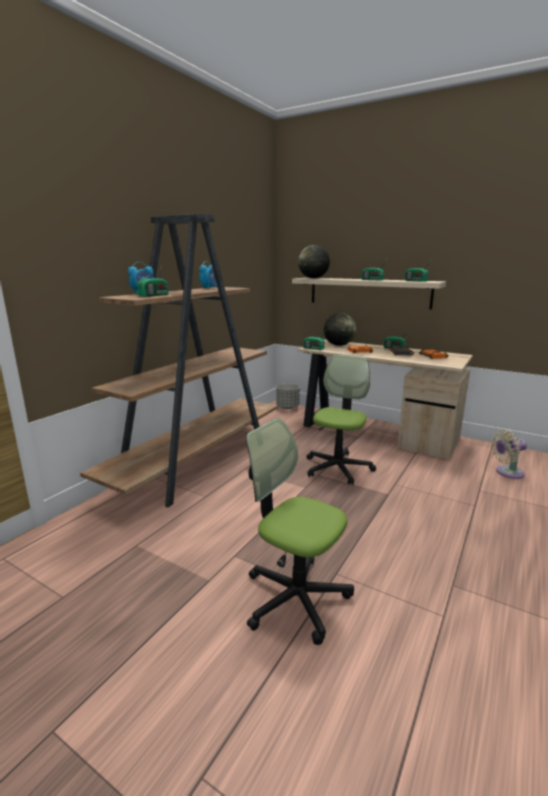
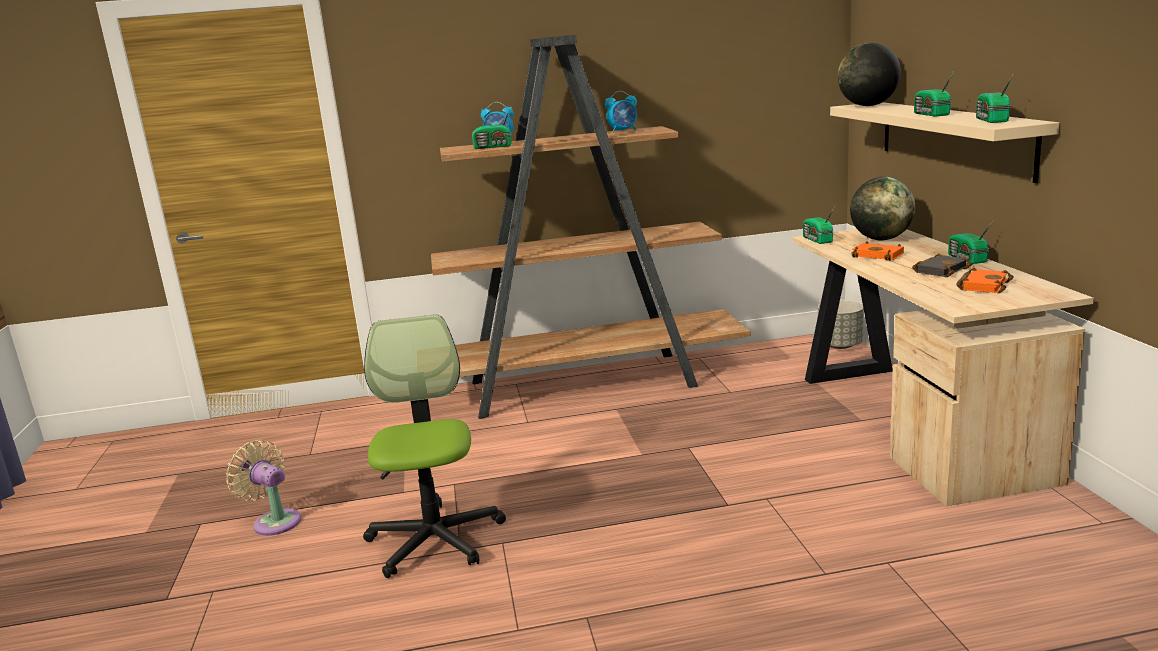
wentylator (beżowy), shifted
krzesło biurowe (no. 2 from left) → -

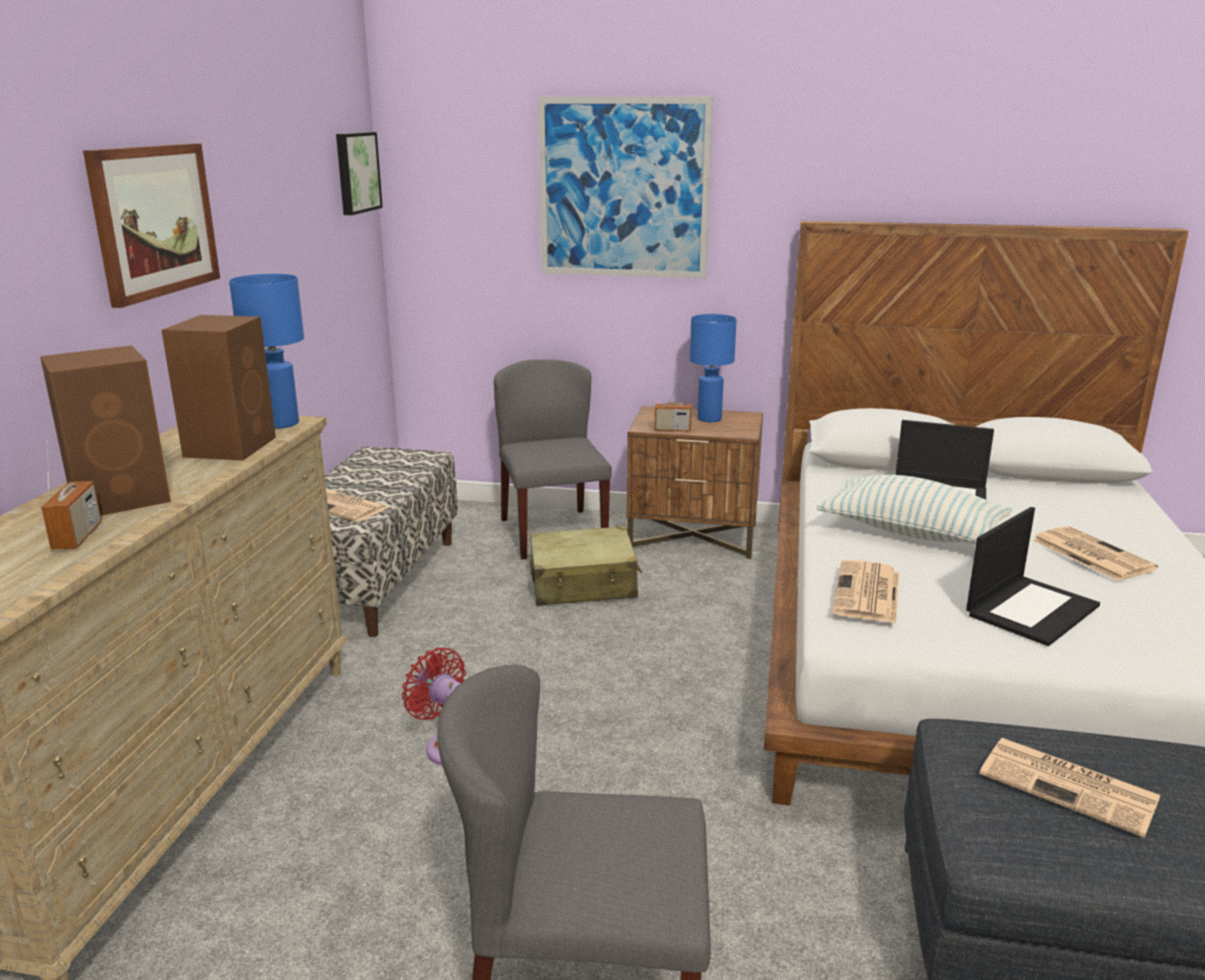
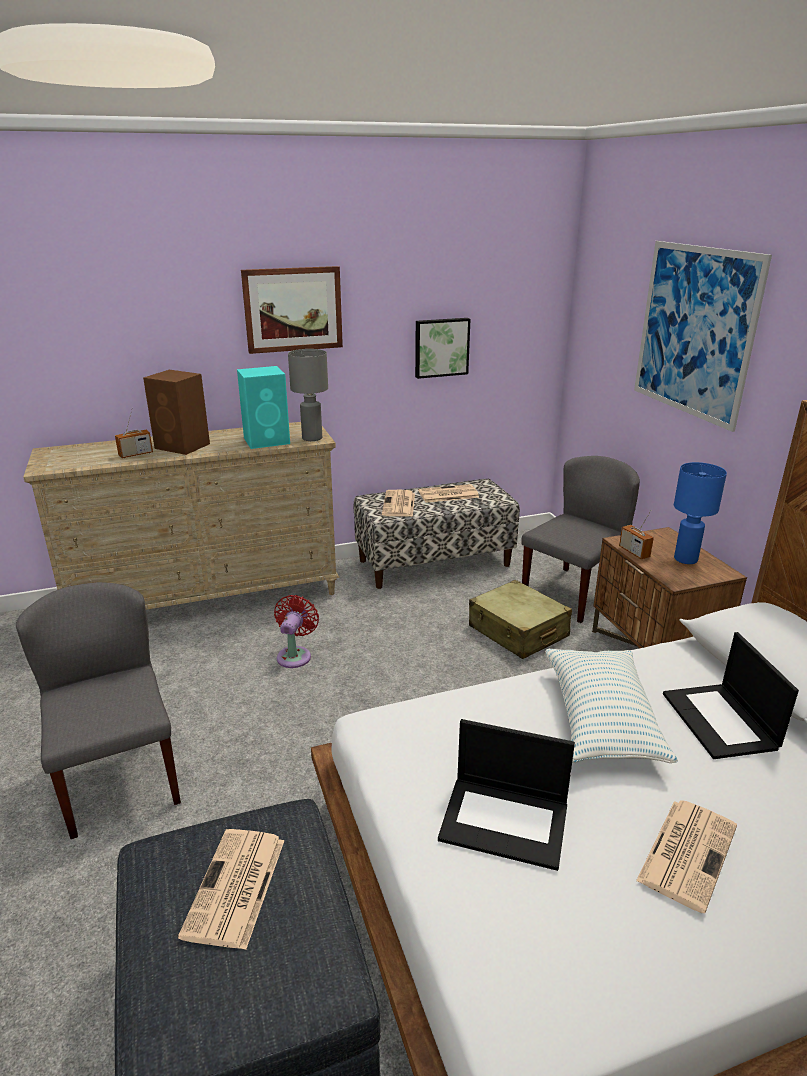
głośnik (brązowy) (no. 2 from left) → głośnik (turkusowy)
lampa stołowa (niebieski) (no. 1 from left) → lampa stołowa (szary)
obraz (no. 2 from left), shifted
gazeta (no. 2 from left in the first image) → gazeta (no. 3 from left), shifted

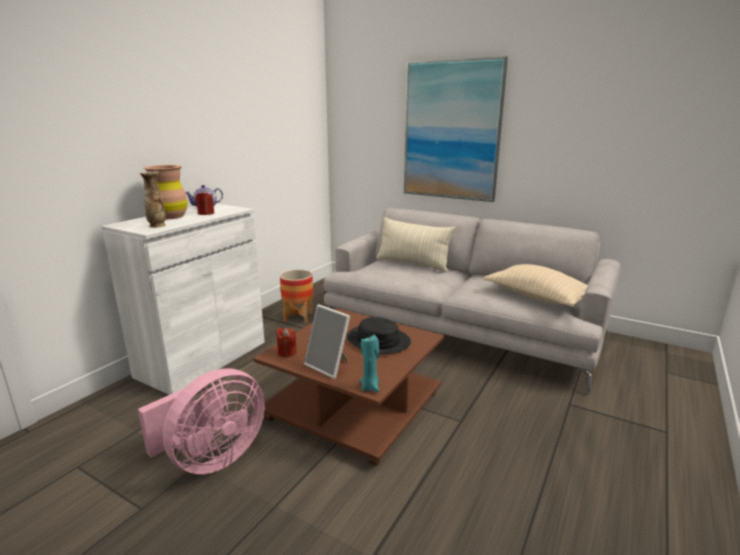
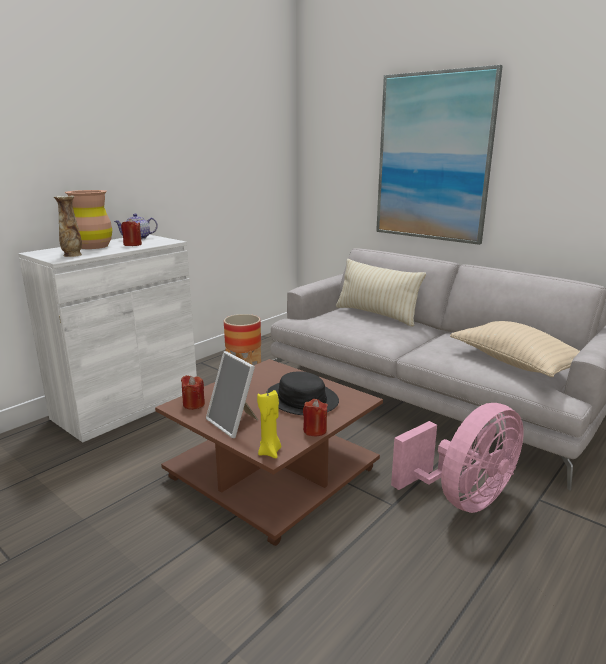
świeca (turkusowy) → świeca (żółty)
- → świeca (czerwony) (no. 3 from left)
wentylator (różowy), shifted

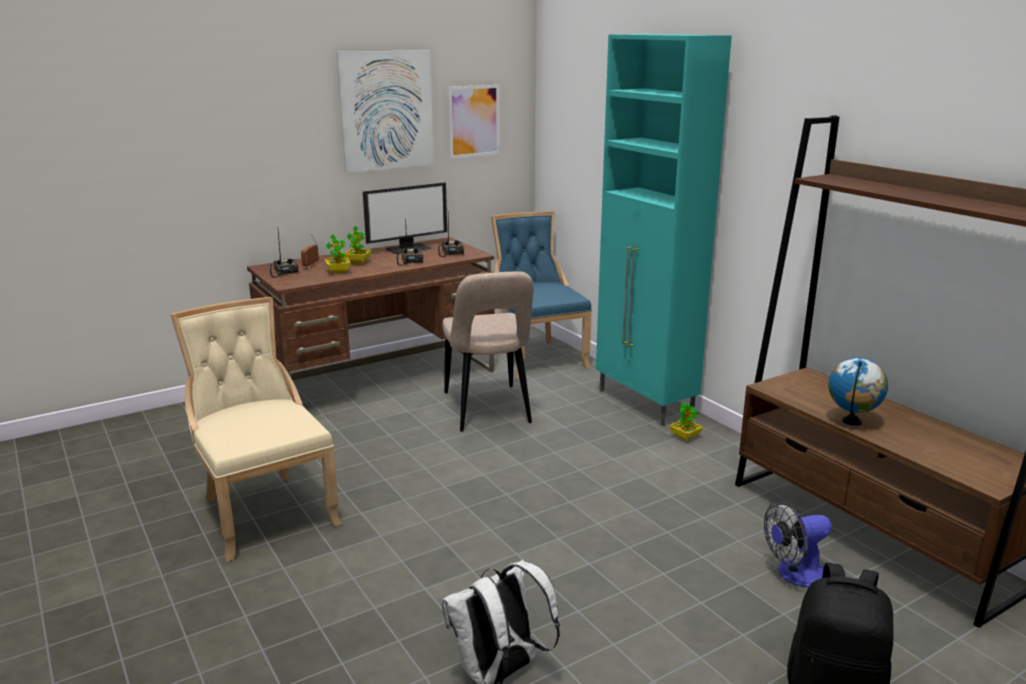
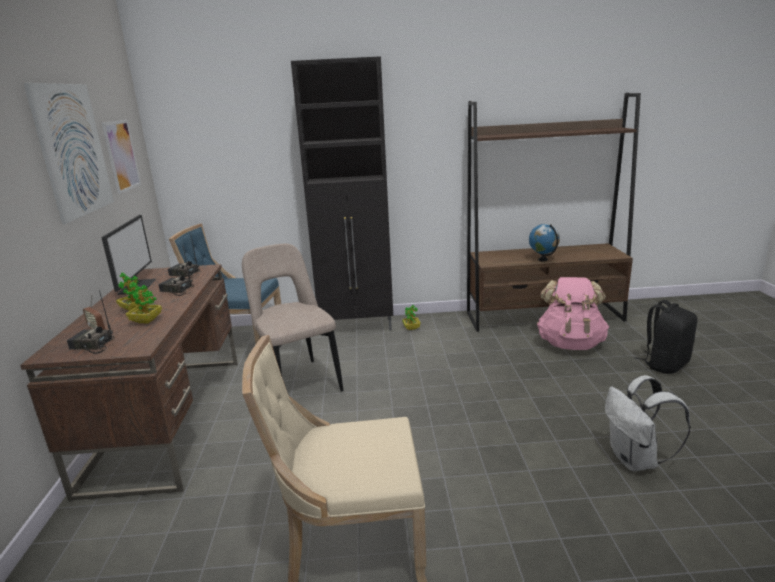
krzesło (beżowy) (no. 2 from left in the first image) → krzesło (beżowy) (no. 1 from left), 135 degrees counterclockwise
szafka (turkusowy) → szafka (czarny)
wentylator → plecak (różowy)

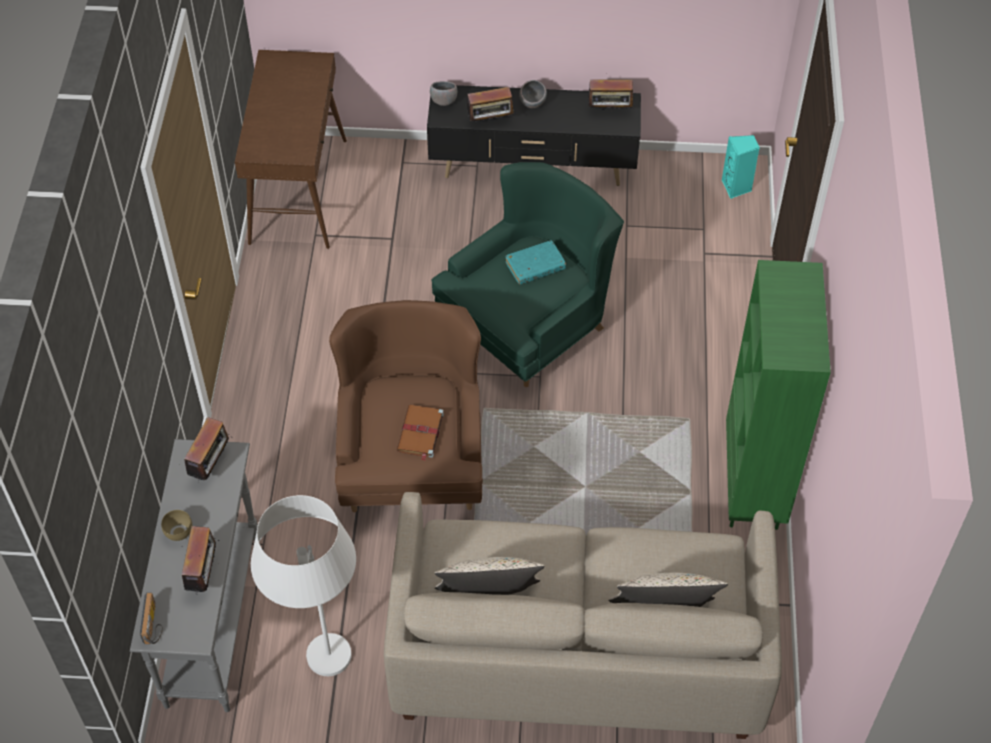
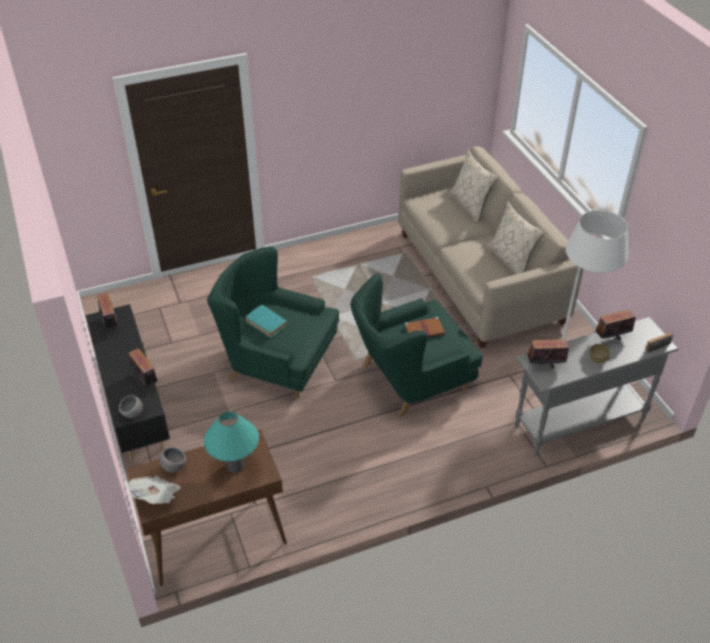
- → gazeta
miska (szary) (no. 2 from left), shifted
- → lampa stołowa (turkusowy)
fotel (brązowy) → fotel (zielony) (no. 2 from left)
głośnik (turkusowy) → -
regał (zielony) → -

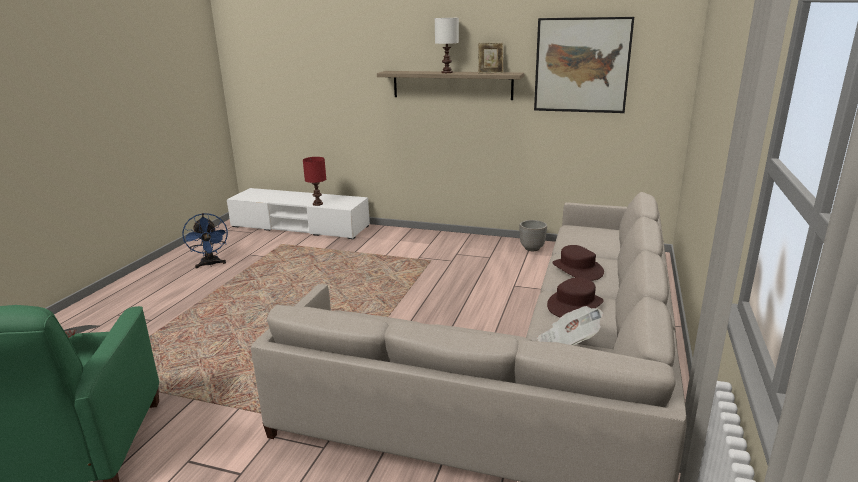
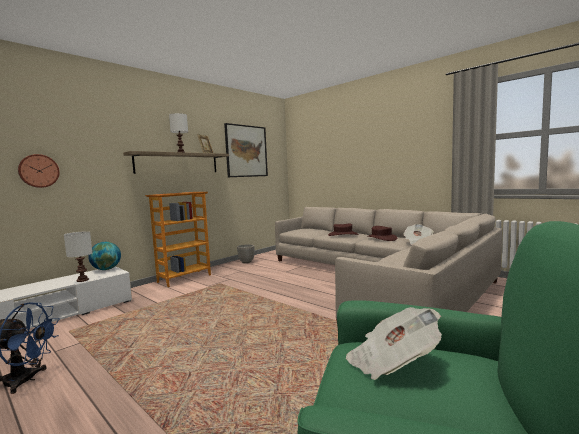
- → zegar ścienny
lampa stołowa (czerwony) → lampa stołowa (biały) (no. 1 from left)
- → globus
- → regał

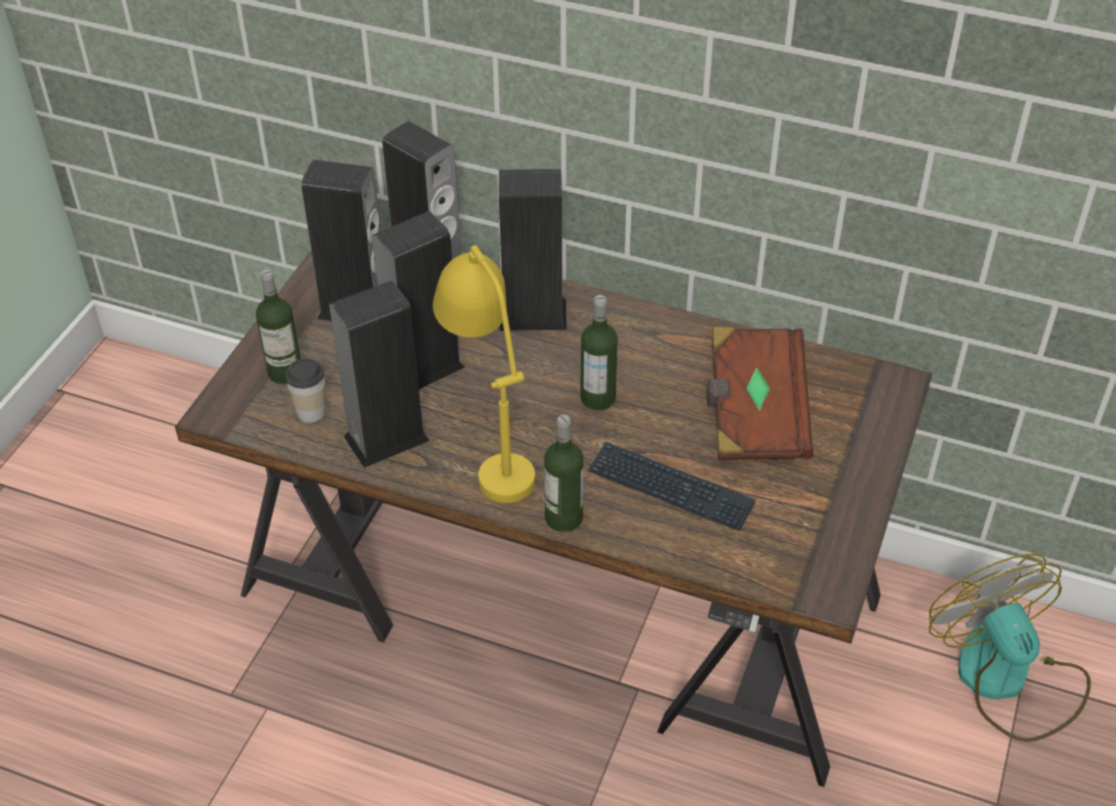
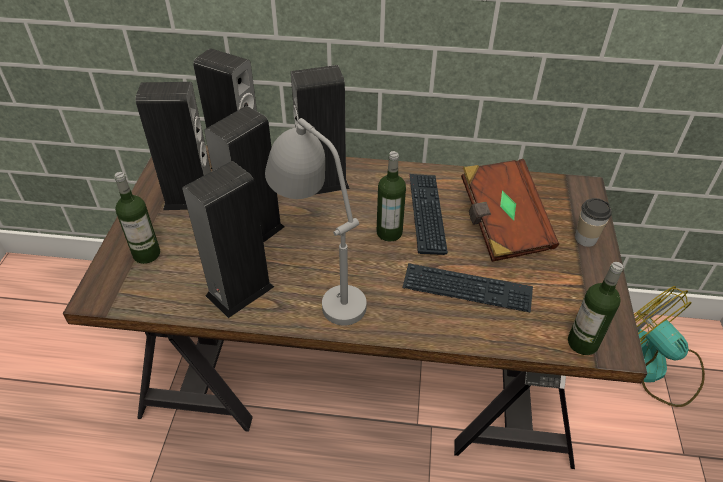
lampa stołowa (żółty) → lampa stołowa (szary)
- → klawiatura (no. 1 from left)
butelka (no. 2 from left in the first image) → butelka (no. 3 from left), shifted
filiżanka, shifted

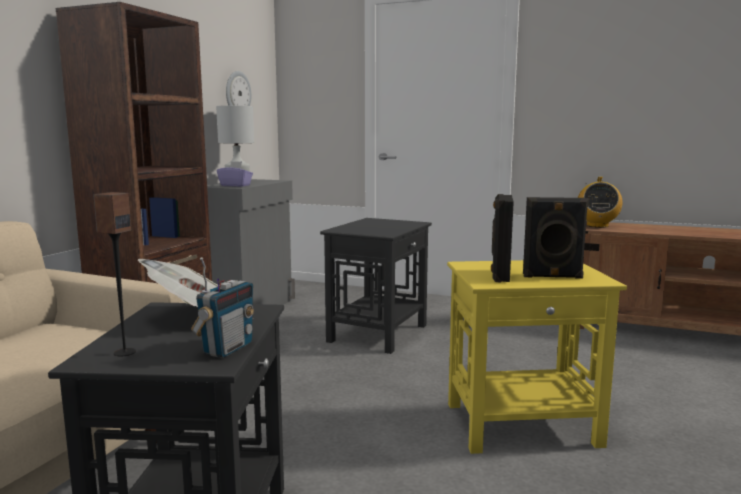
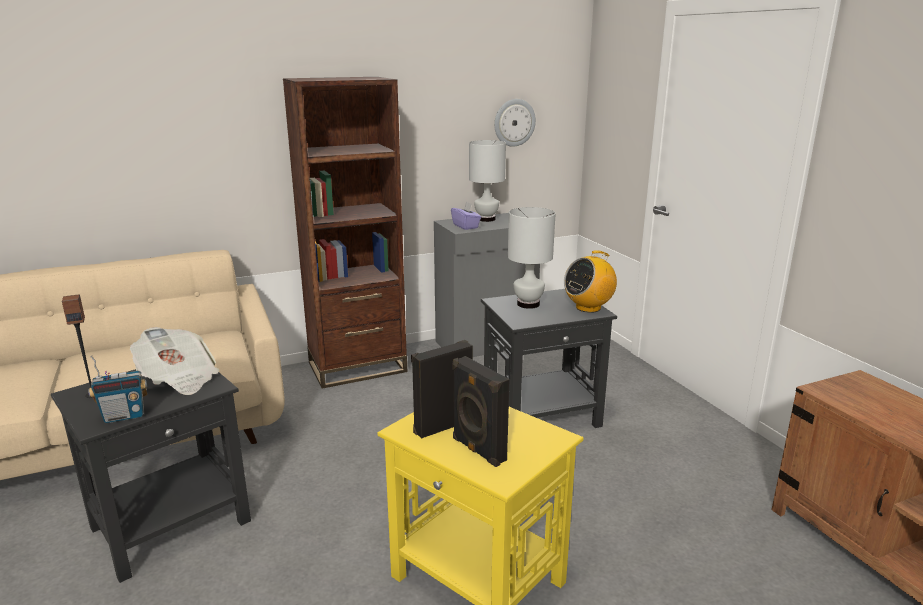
- → lampa stołowa (biały) (no. 2 from left)
radio (no. 2 from left), shifted

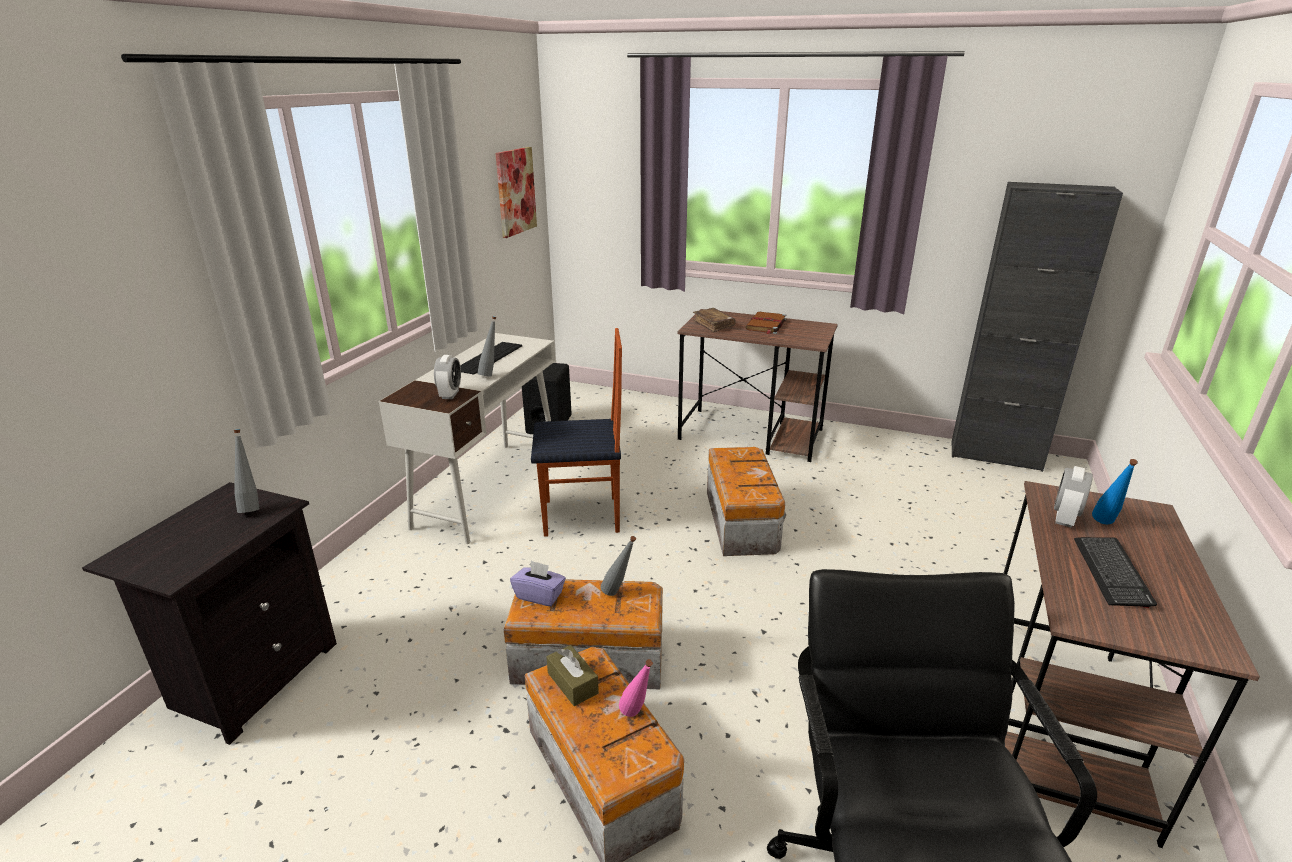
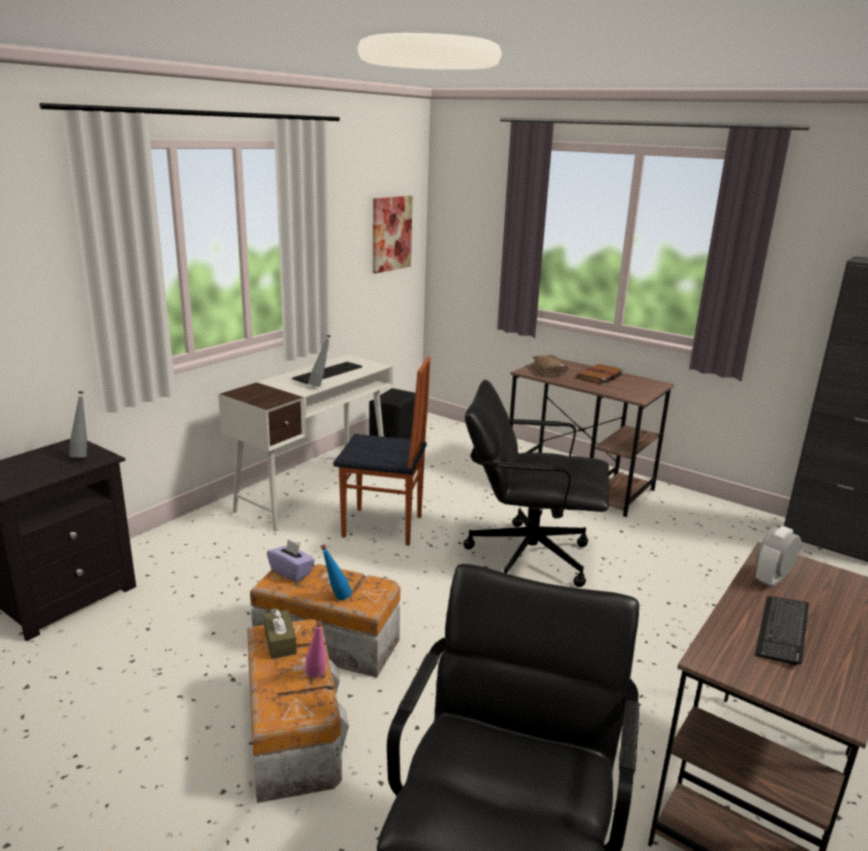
butelka (niebieski), shifted
pojemnik do przechowywania (no. 3 from left) → krzesło biurowe (czarny) (no. 2 from left)
budzik (no. 1 from left) → -
butelka (szary) (no. 3 from left) → -

